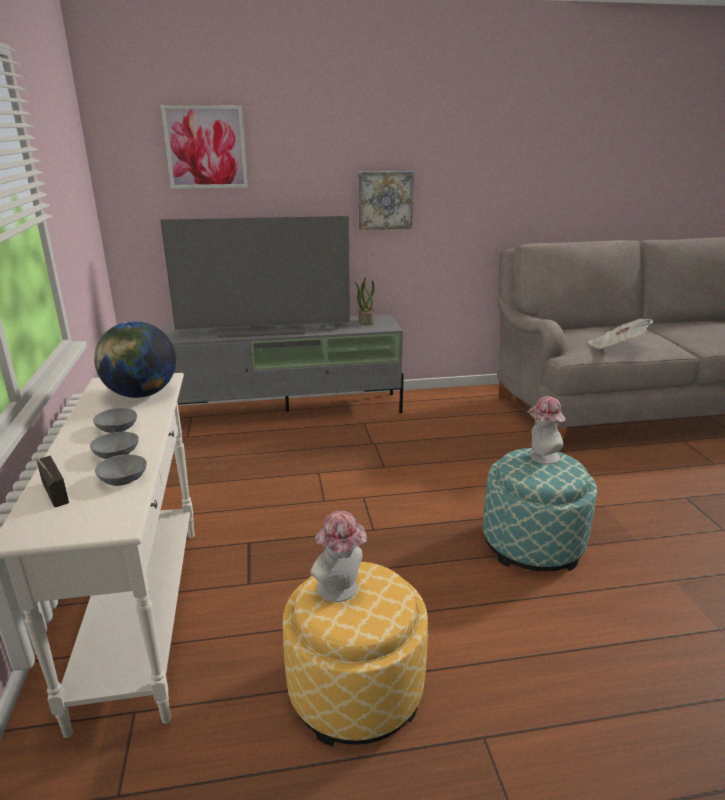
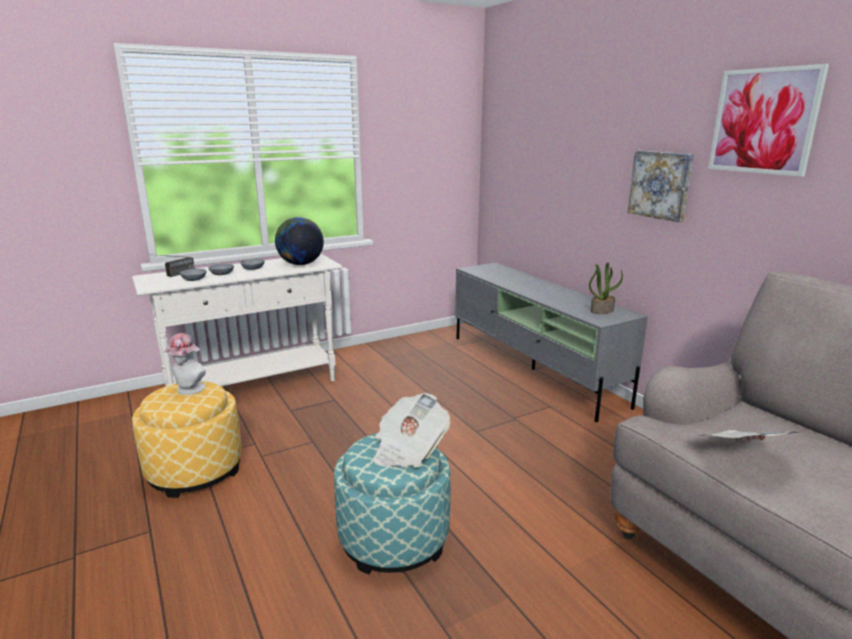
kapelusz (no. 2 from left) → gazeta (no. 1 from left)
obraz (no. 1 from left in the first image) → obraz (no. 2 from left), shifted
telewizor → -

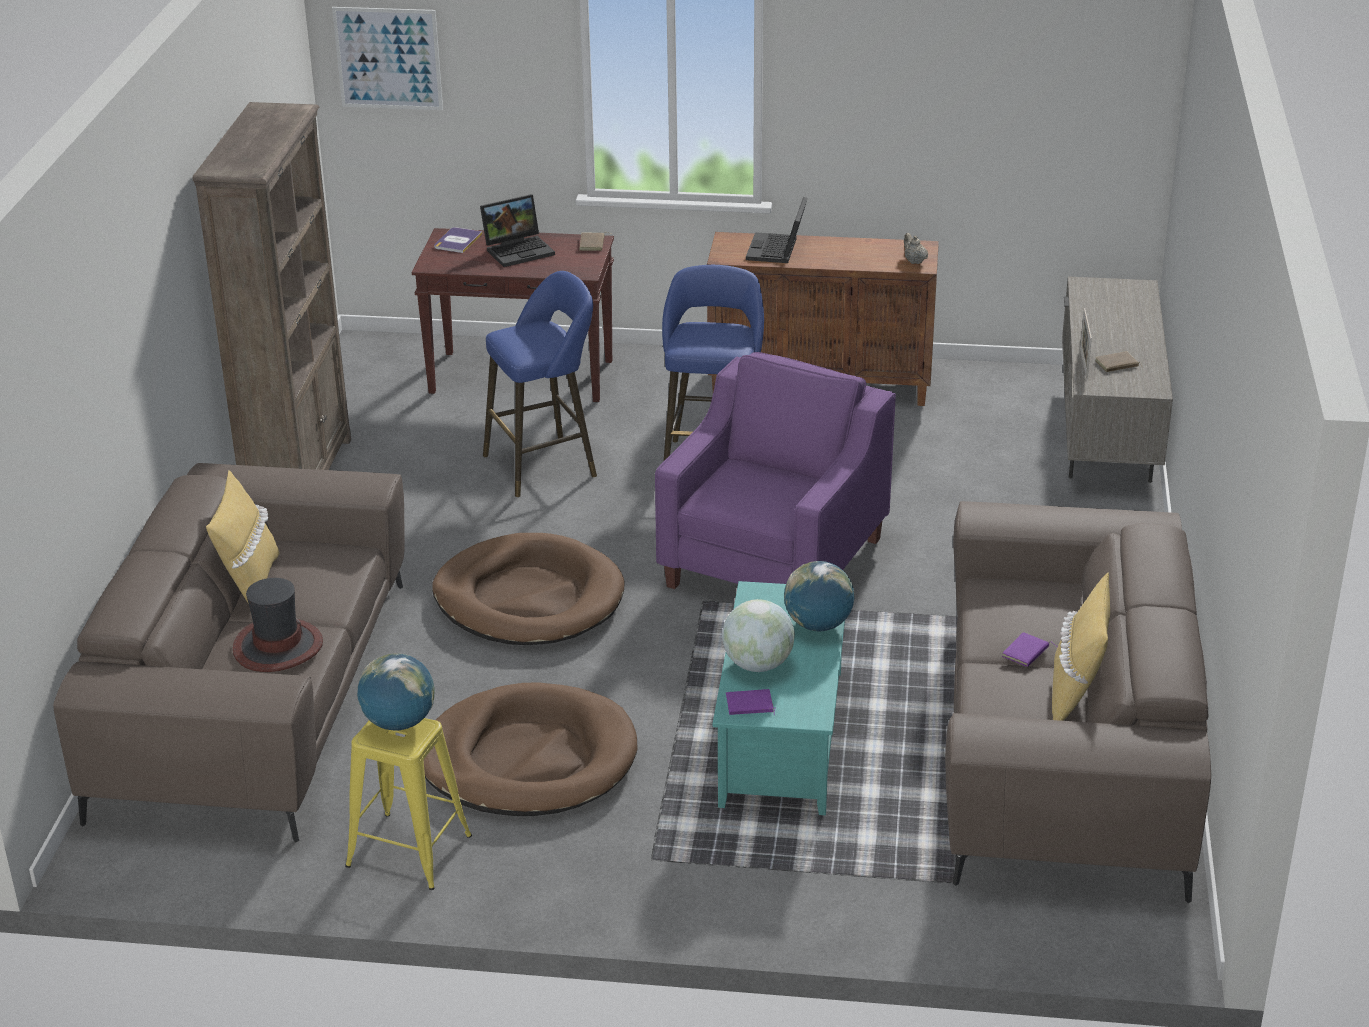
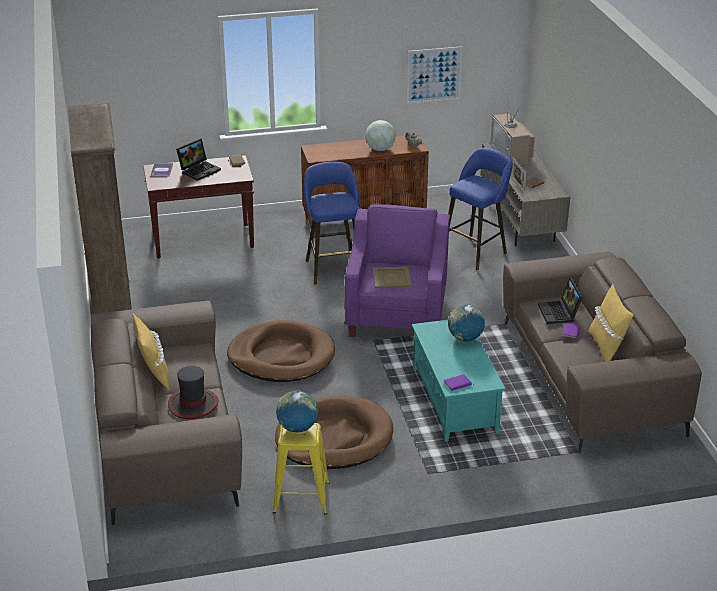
globus (no. 2 from left), shifted
- → taca (beżowy)
obraz, shifted
stołek (niebieski) (no. 1 from left in the first image) → stołek (niebieski) (no. 2 from left), shifted
- → telewizor
laptop (no. 2 from left), shifted

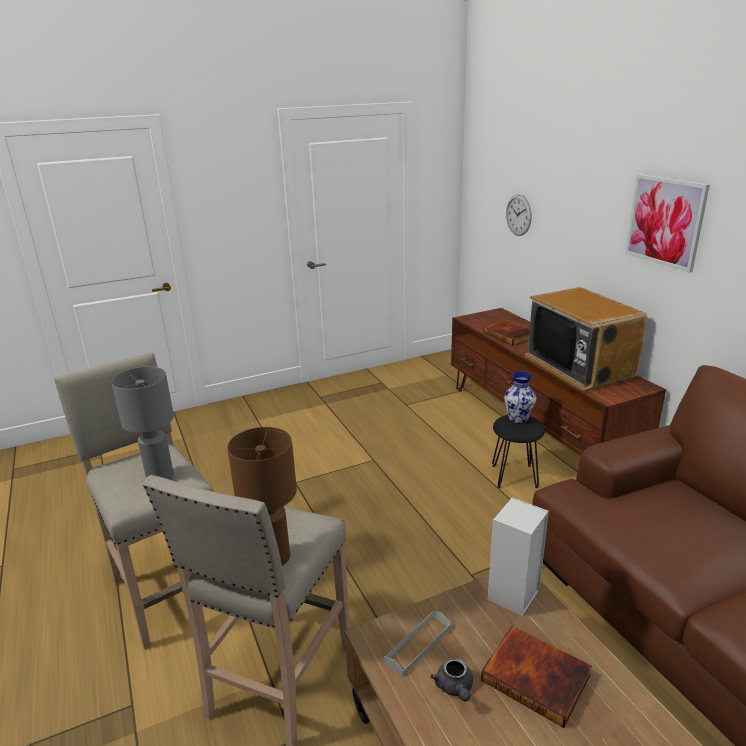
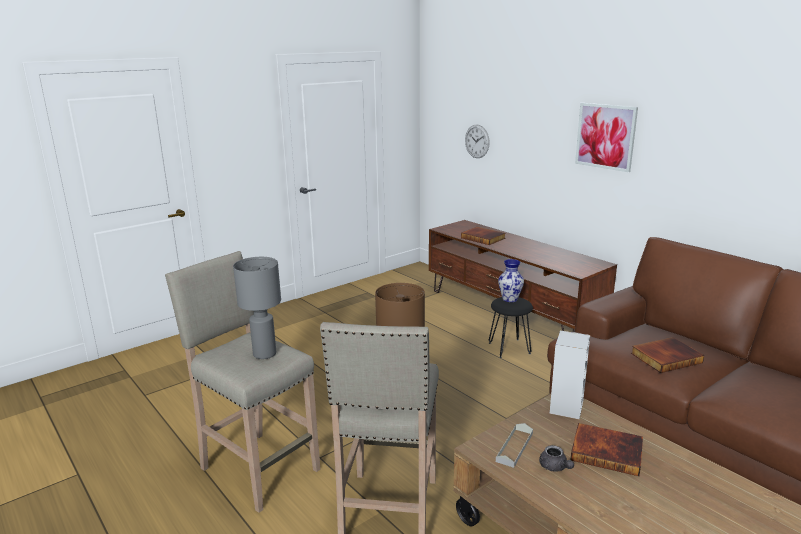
- → książka (no. 3 from left)
telewizor → -

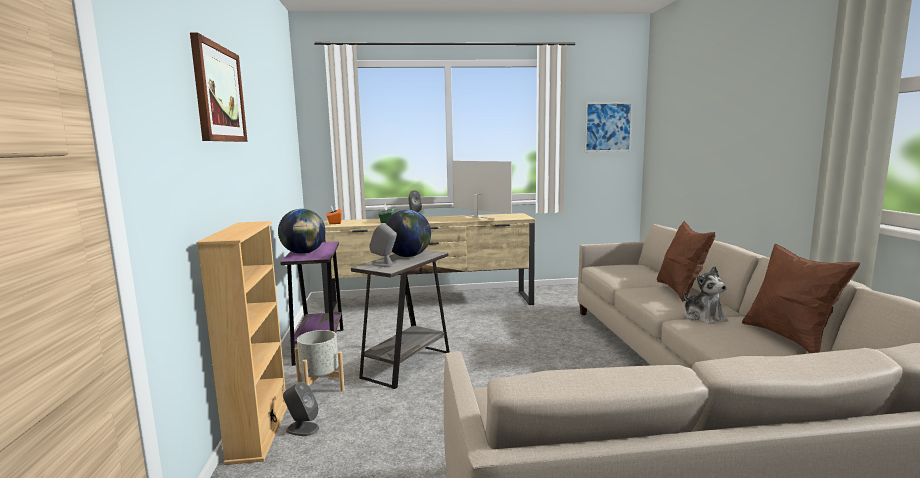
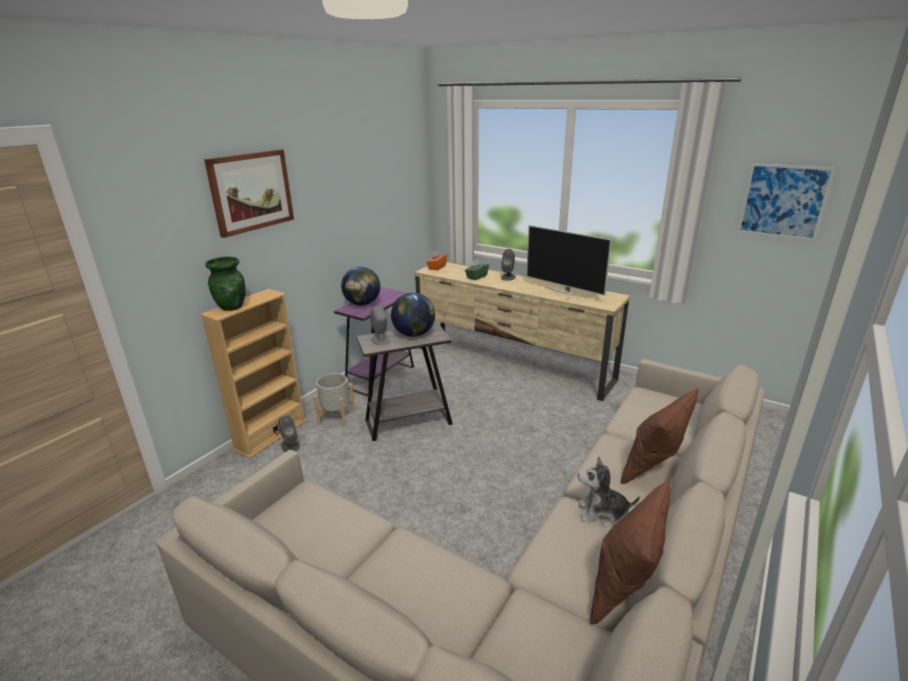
- → wazon (zielony)
telewizor, 135 degrees clockwise
pluszak, 75 degrees clockwise

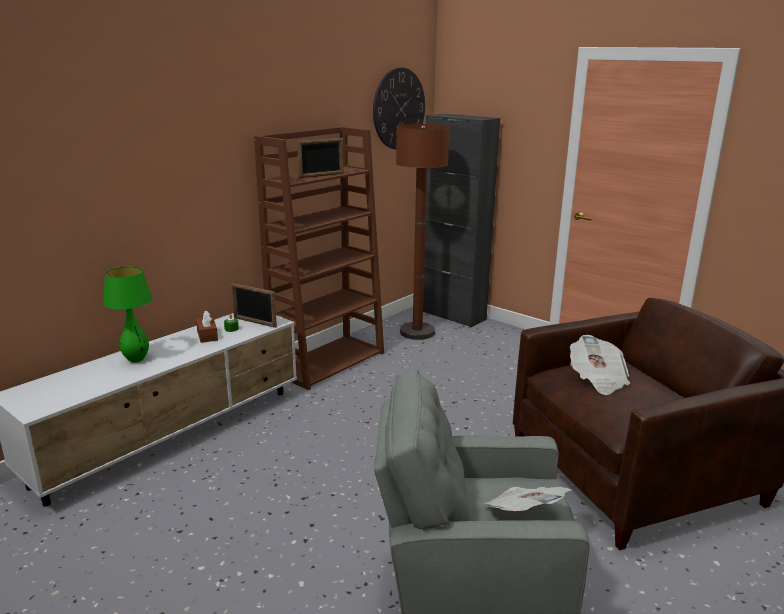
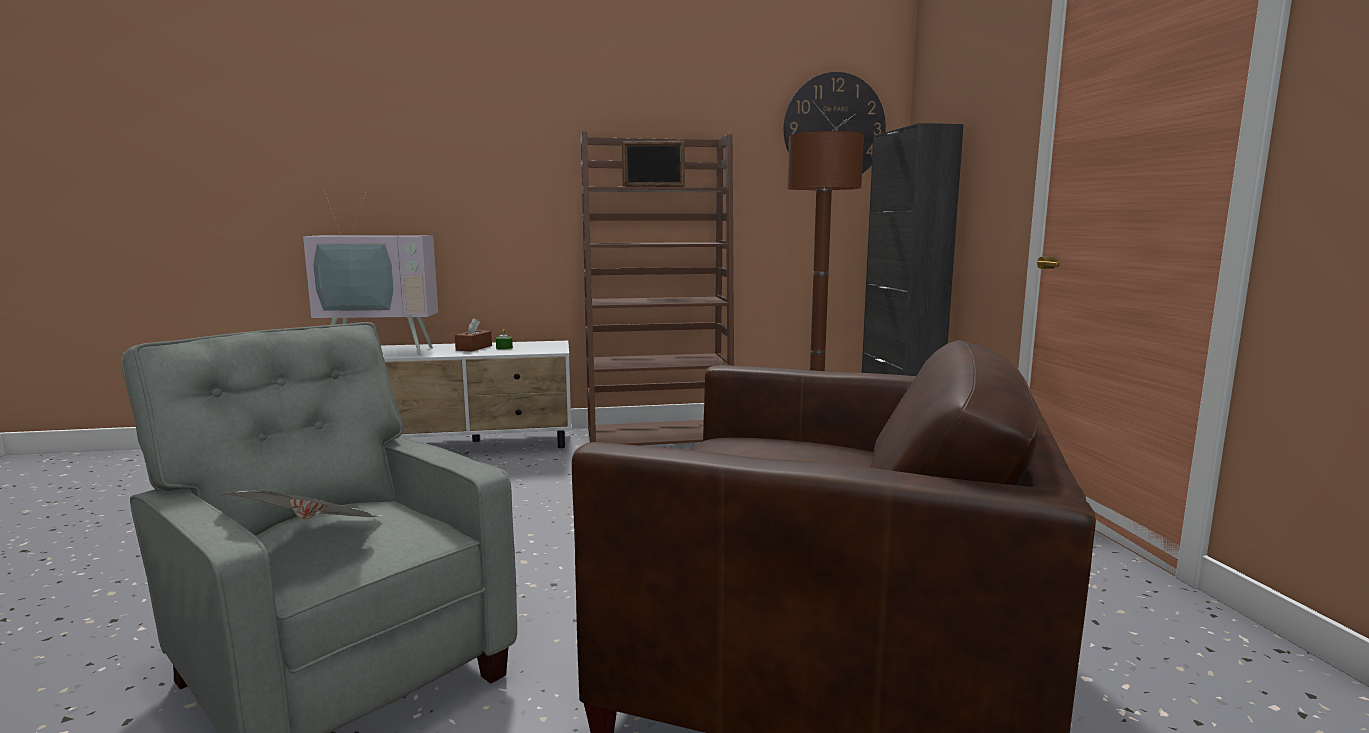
lampa stołowa (zielony) → telewizor
ramka na zdjęcie (no. 1 from left) → -
gazeta (no. 2 from left) → -

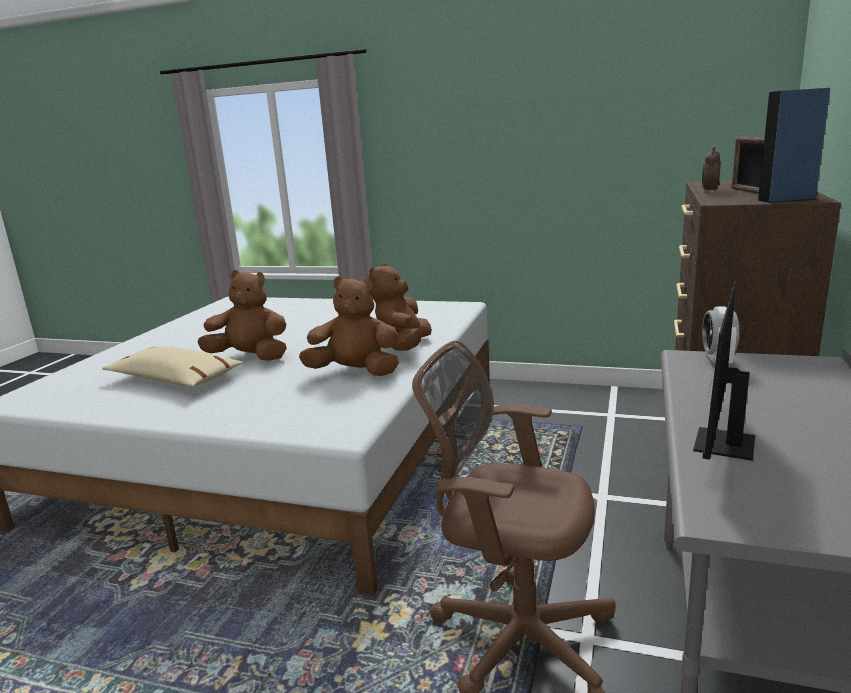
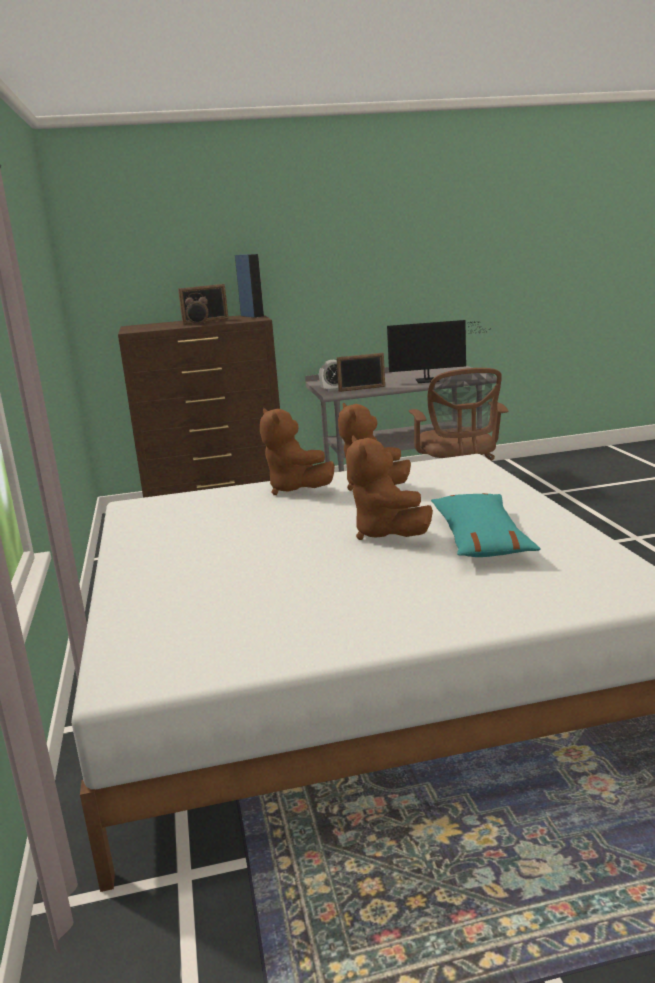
pluszak (brązowy) (no. 3 from left in the first image) → pluszak (brązowy) (no. 1 from left), 75 degrees clockwise
- → ramka na zdjęcie (no. 2 from left)
poduszka (beżowy) → poduszka (turkusowy)

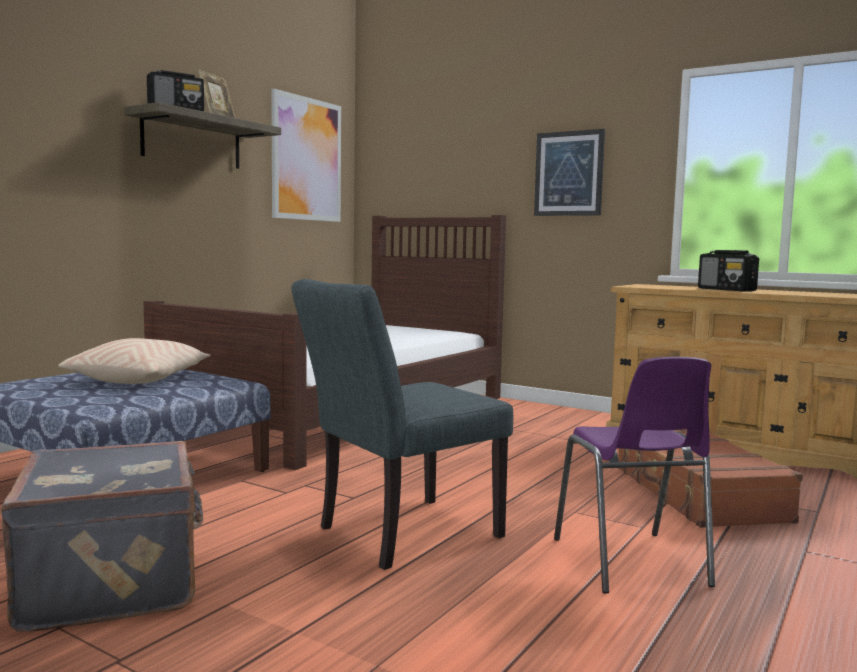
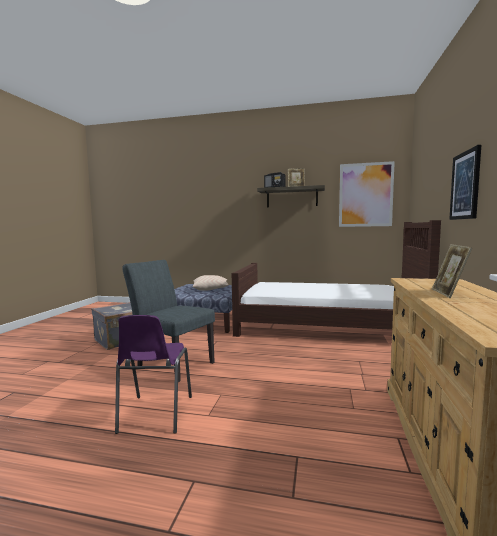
krzesło (fioletowy), 60 degrees counterclockwise
radio (no. 2 from left) → ramka na zdjęcie (no. 2 from left)
walizka (brązowy) → -

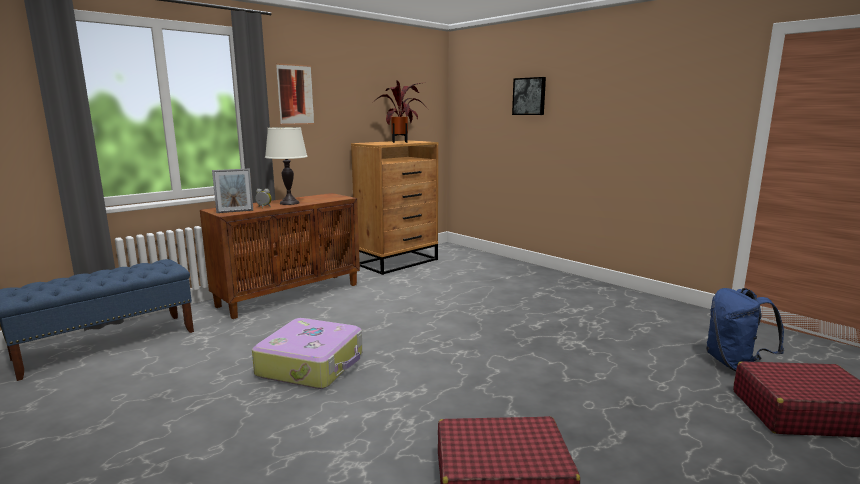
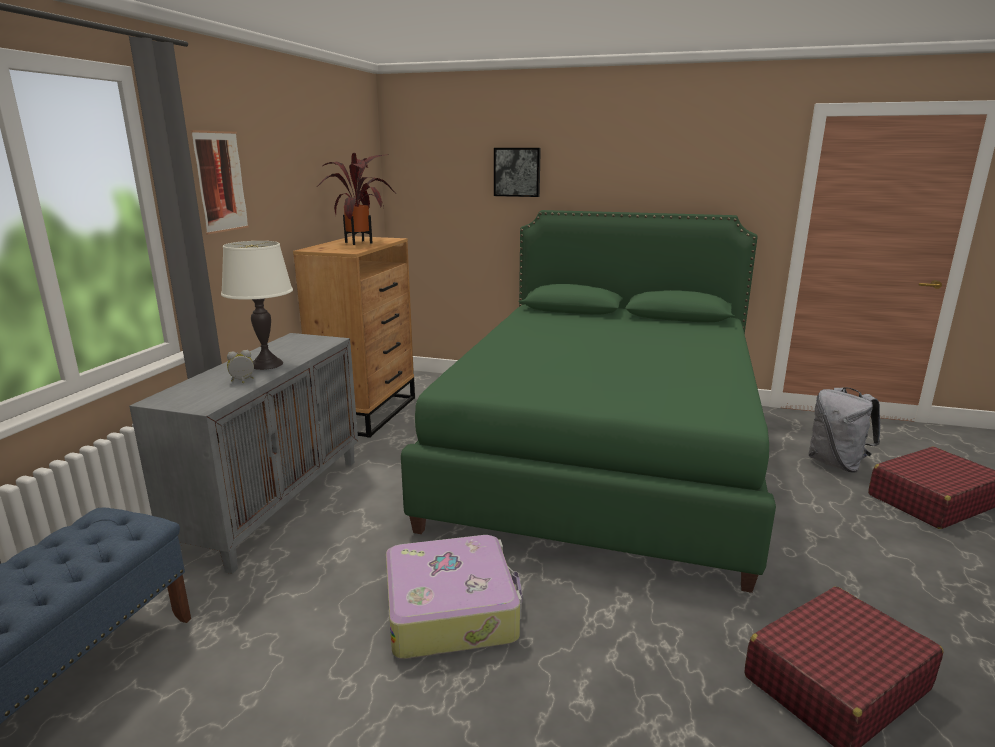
szafka (brązowy) → szafka (szary)
- → łóżko (zielony)
plecak (niebieski) → plecak (szary)
ramka na zdjęcie → -

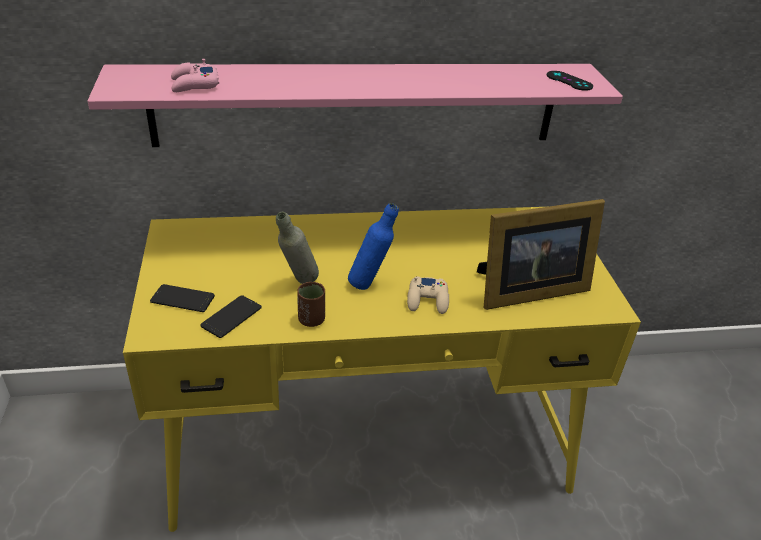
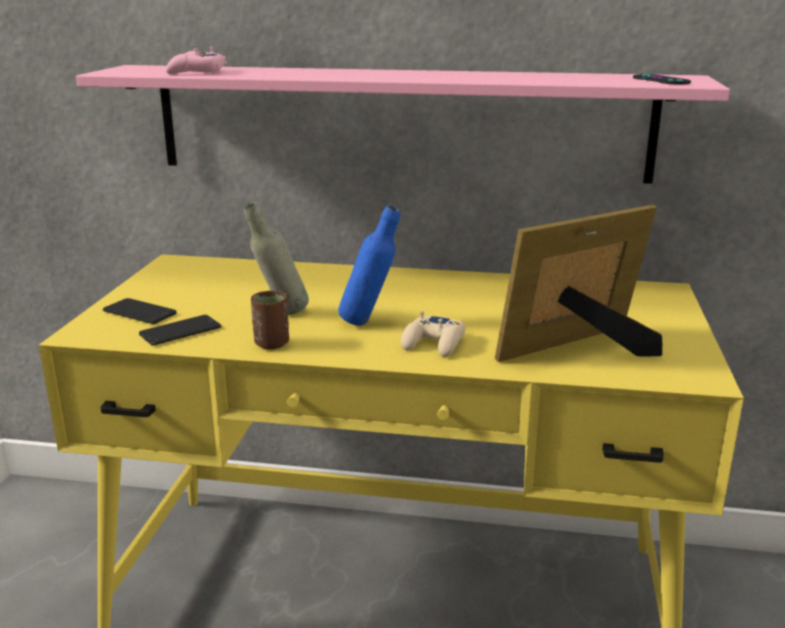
ramka na zdjęcie, 150 degrees clockwise

